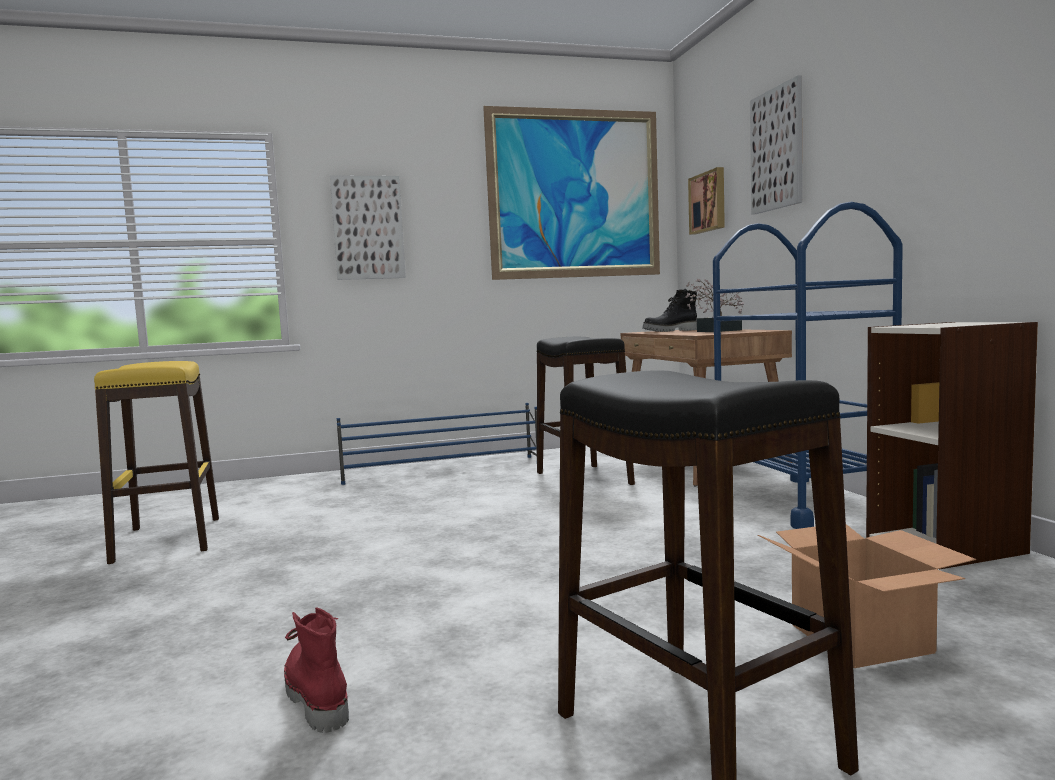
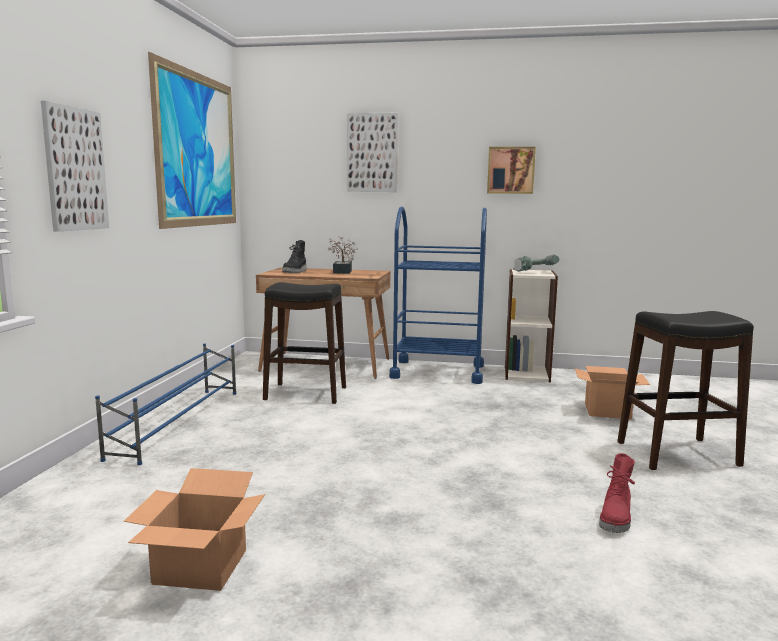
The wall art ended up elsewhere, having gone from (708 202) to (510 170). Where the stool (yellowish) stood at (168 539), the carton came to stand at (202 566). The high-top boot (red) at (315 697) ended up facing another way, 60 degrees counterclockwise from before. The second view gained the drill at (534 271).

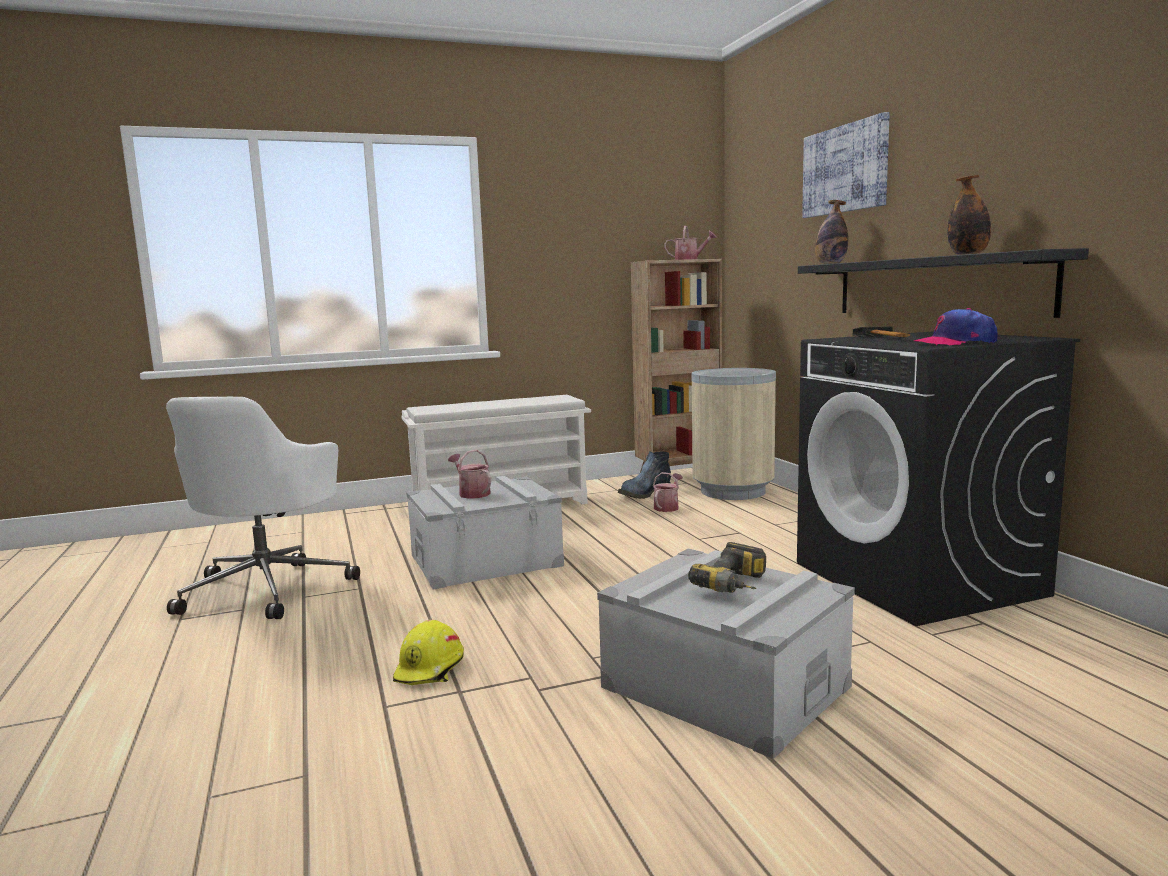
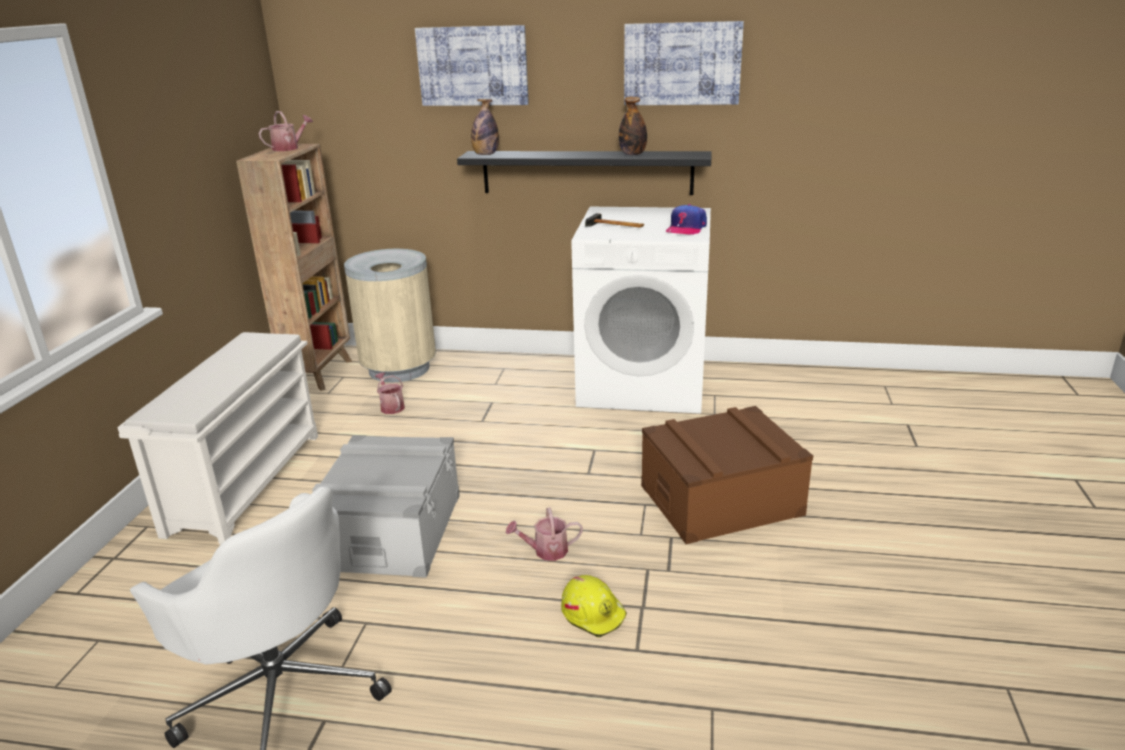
What was the washing machine (black-coloured) at (918 579) turned into the washing machine (white) at (643 384). The sprinkling can ended up elsewhere, having gone from (472 493) to (546 551). The second view lost the high-top boot at (644 494). The second view lost the drill at (737 586). What was the storage bin (grey) at (724 687) turned into the storage bin (brownish) at (720 500). The second view gained the wall art at (682 64).

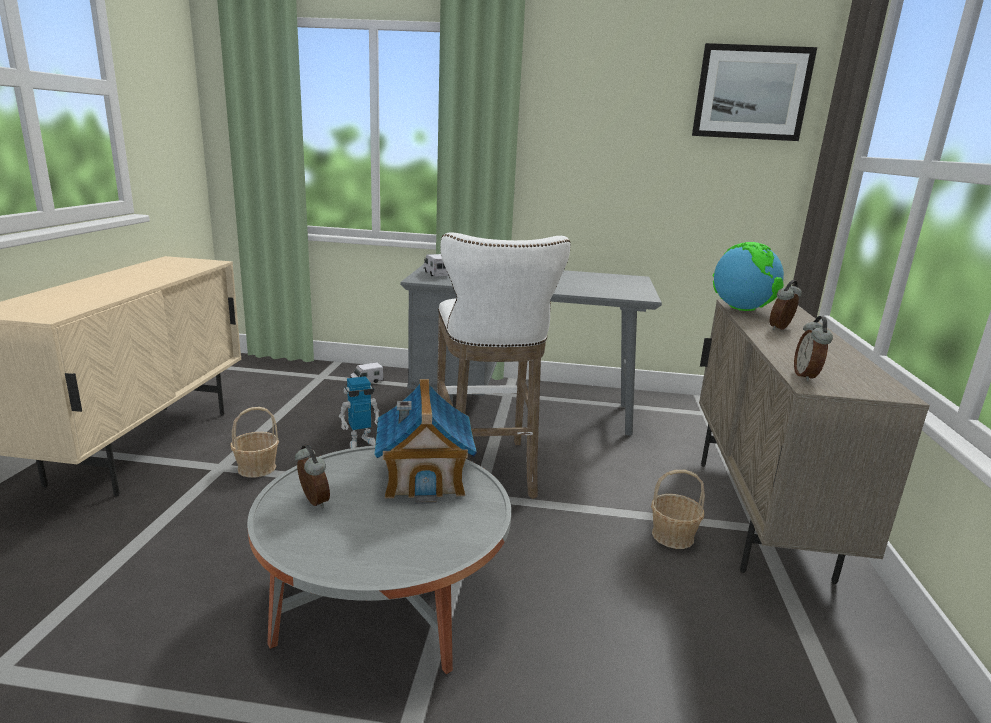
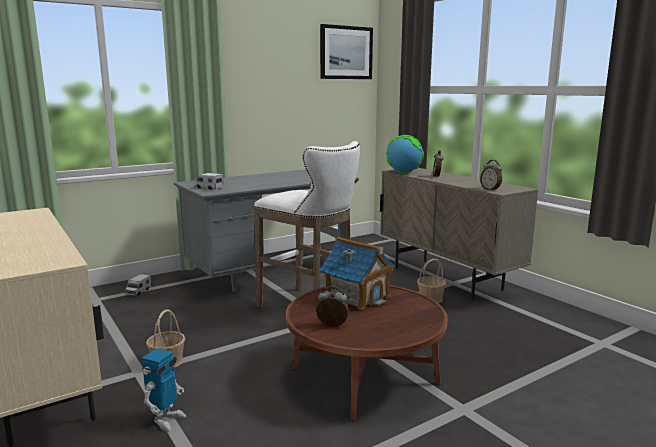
The robot figure ended up elsewhere, having gone from (361 441) to (166 420). What was the low table (grey) at (384 597) turned into the low table (brownish) at (364 376).

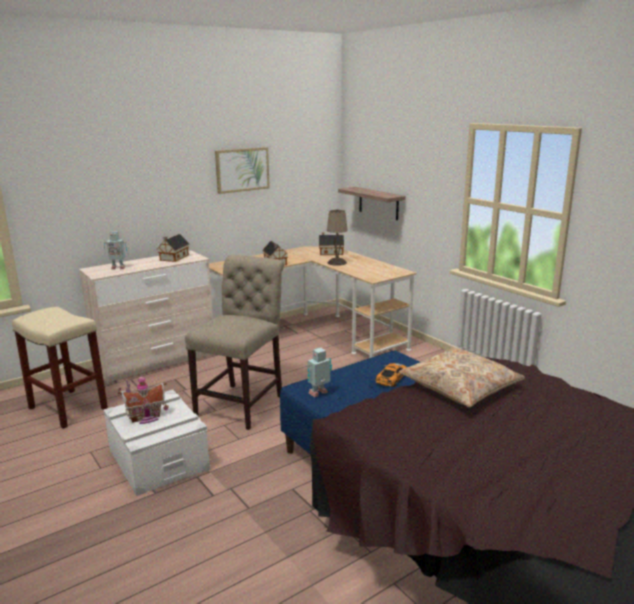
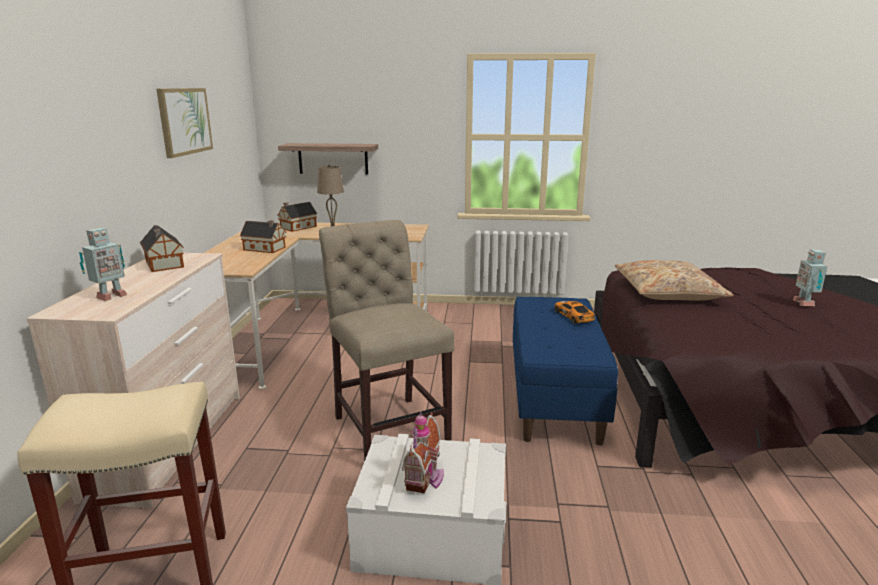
The robot figure ended up elsewhere, having gone from (319 393) to (805 303).

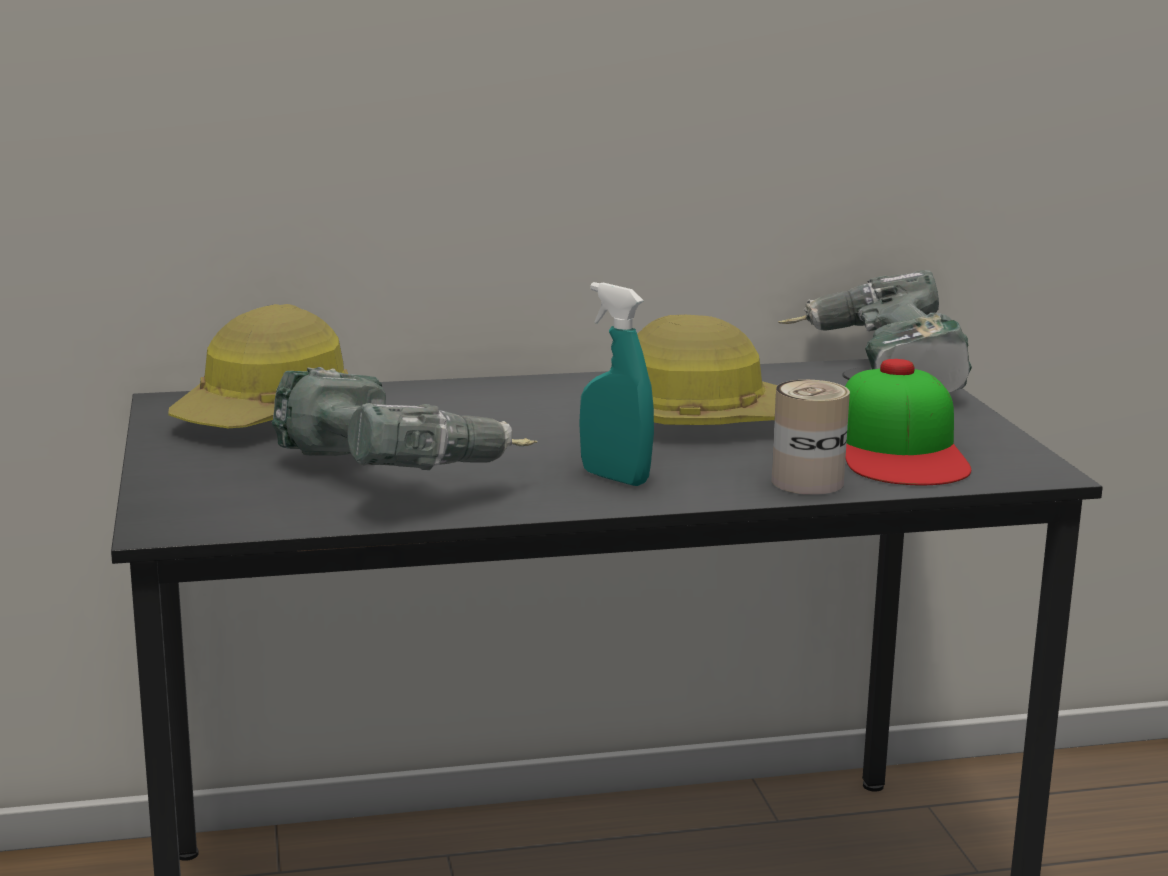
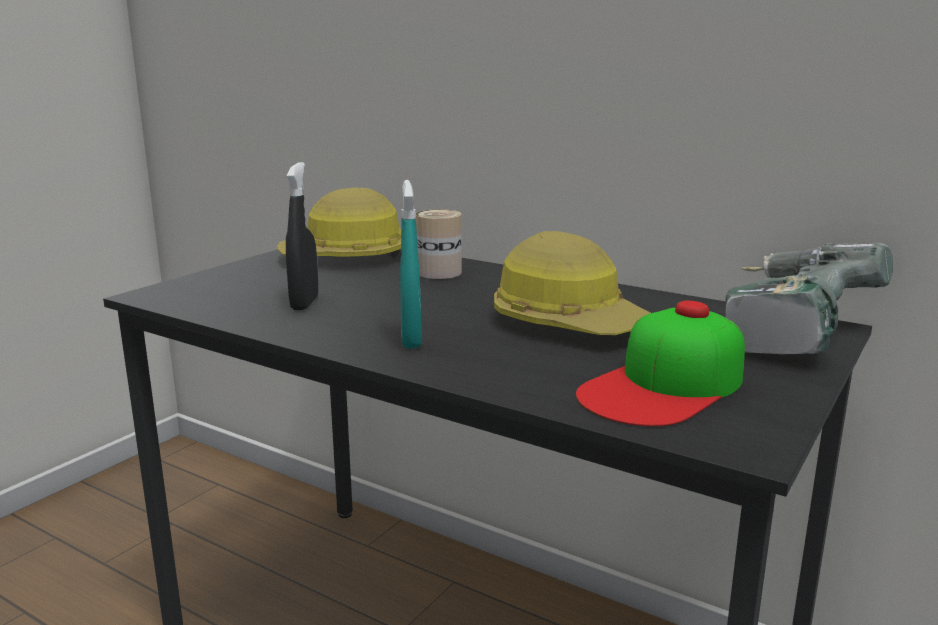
Where the drill stood at (396 478), the sprayer (black-coloured) came to stand at (304 303). The can ended up elsewhere, having gone from (807 482) to (439 272).

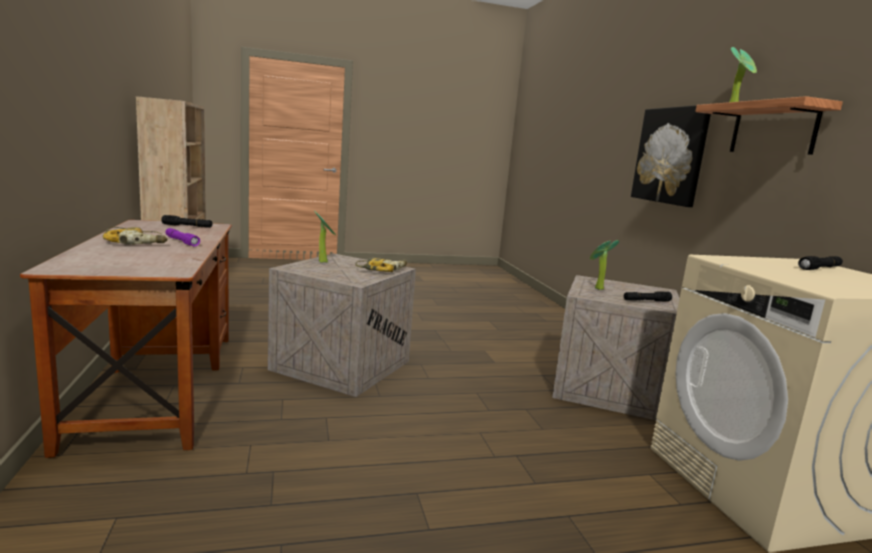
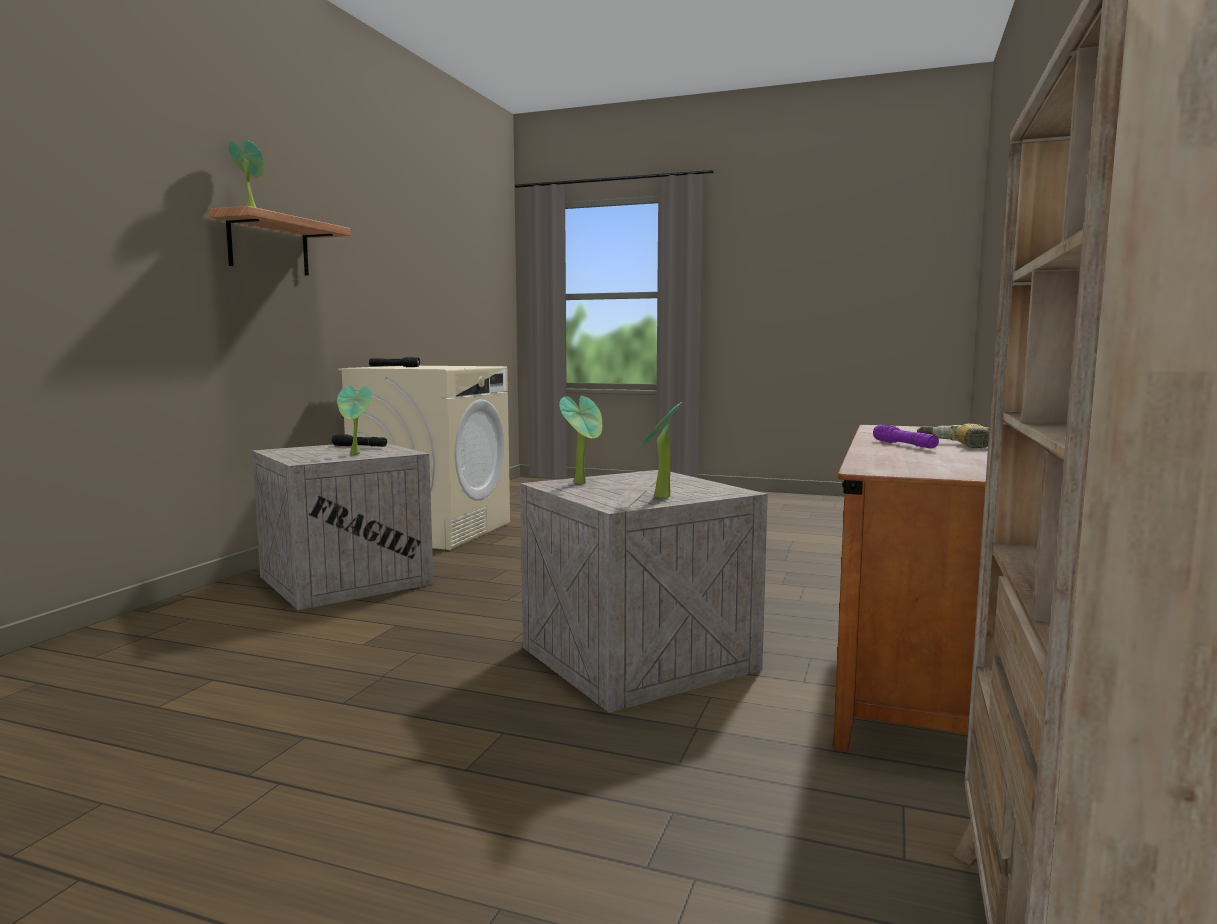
The second view lost the wall art at (670 155). The second view lost the torch (black-coloured) at (187 226). Where the drill stood at (382 270), the plant in a pot came to stand at (583 483).

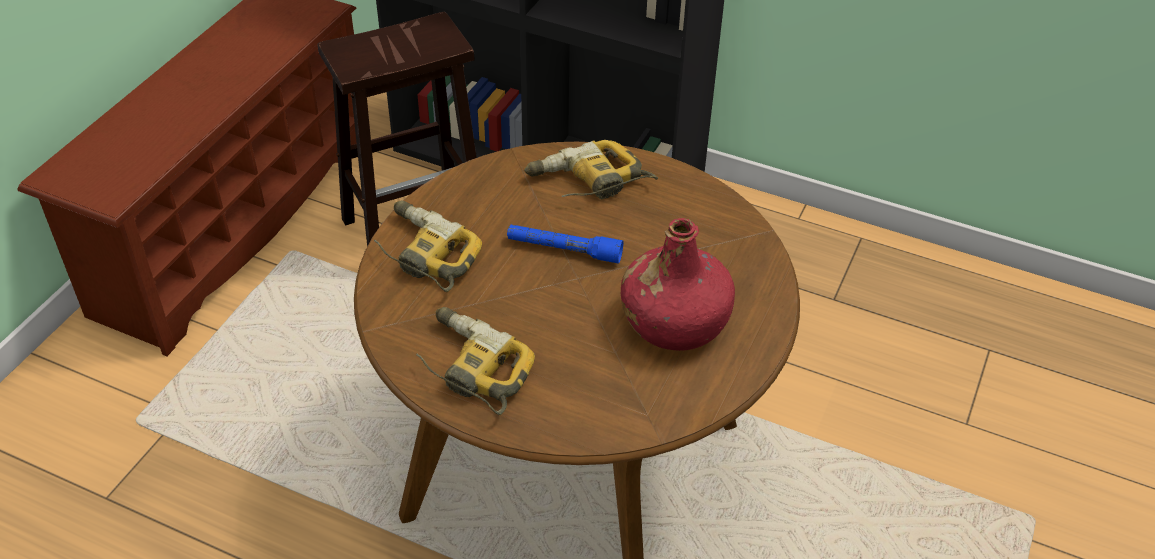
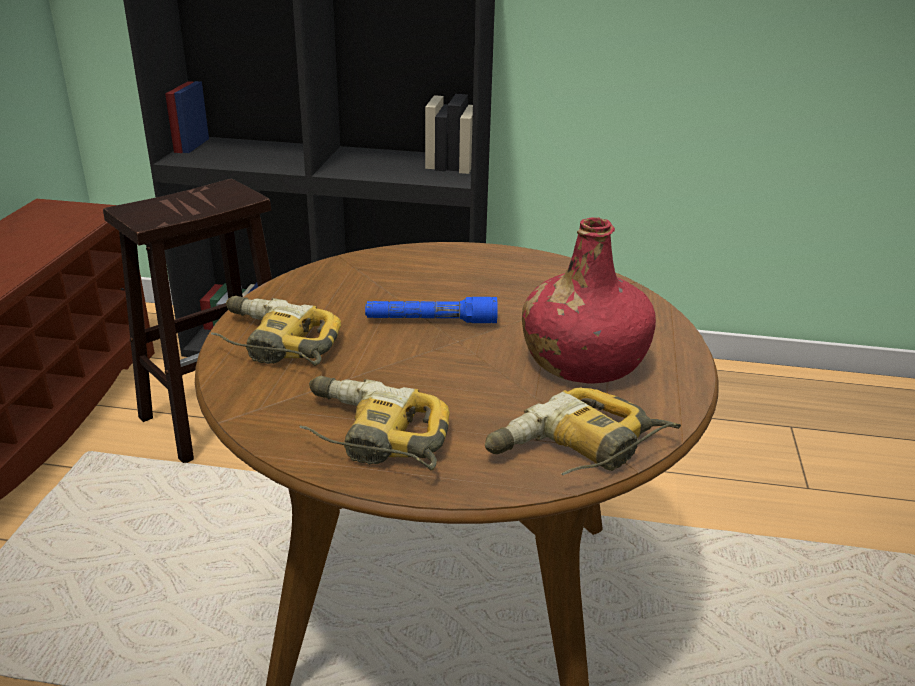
The drill ended up elsewhere, having gone from (589 183) to (578 451).

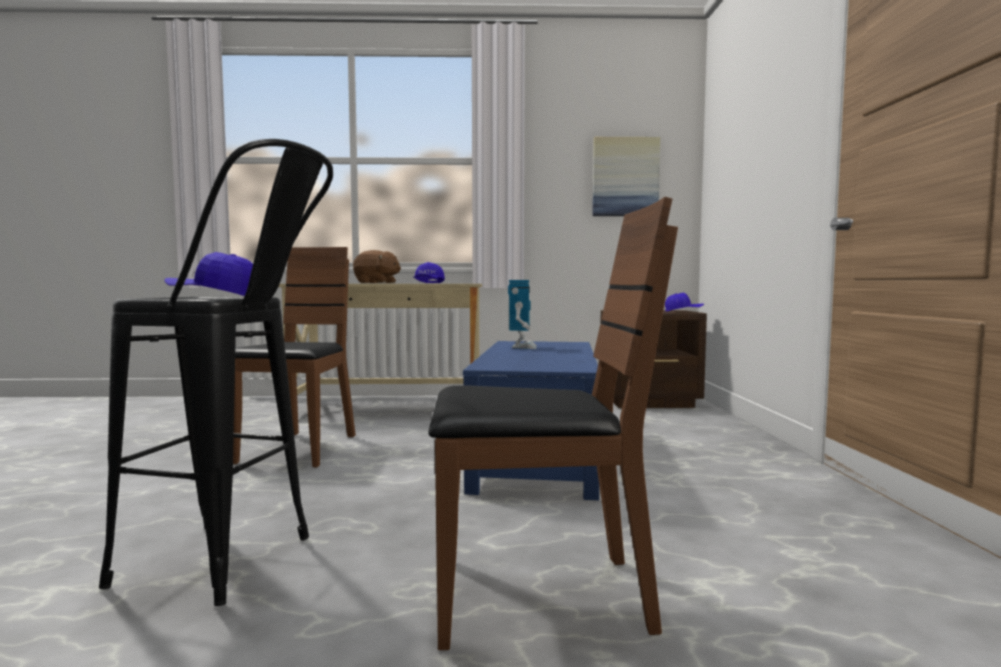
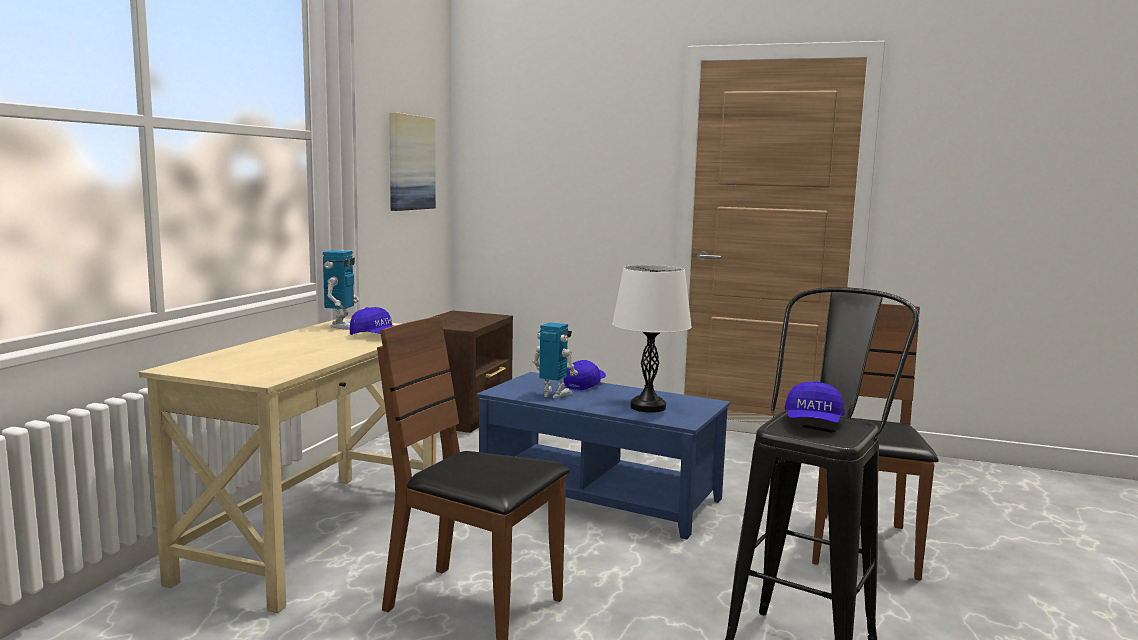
The second view lost the soft toy (brownish) at (377 283). The peaked cap (blue-coloured) ended up elsewhere, having gone from (683 311) to (585 384). The second view gained the robot figure at (343 326). The second view gained the tabletop lamp (white) at (648 407).

